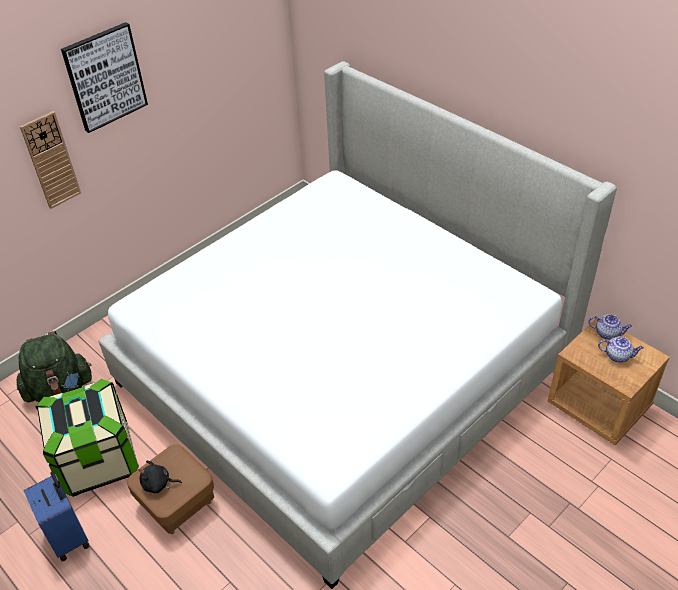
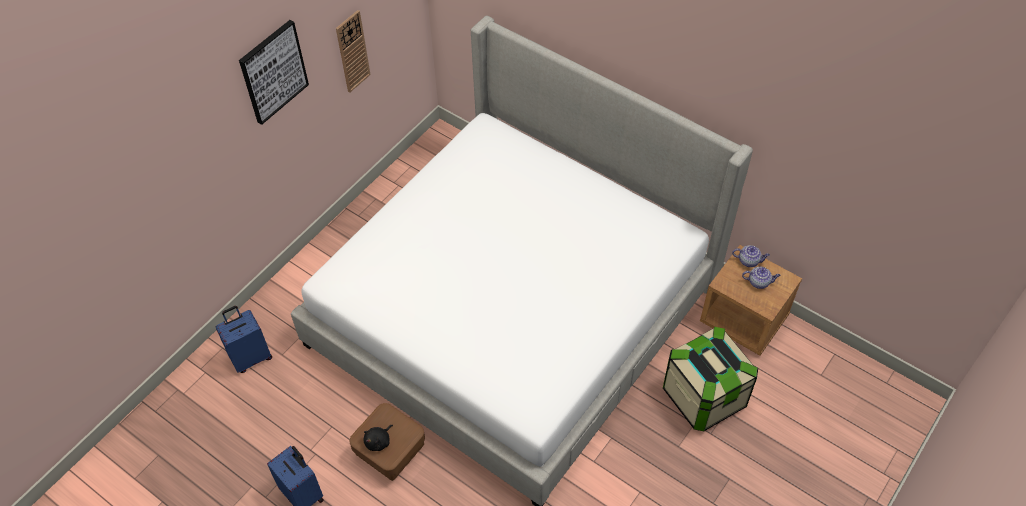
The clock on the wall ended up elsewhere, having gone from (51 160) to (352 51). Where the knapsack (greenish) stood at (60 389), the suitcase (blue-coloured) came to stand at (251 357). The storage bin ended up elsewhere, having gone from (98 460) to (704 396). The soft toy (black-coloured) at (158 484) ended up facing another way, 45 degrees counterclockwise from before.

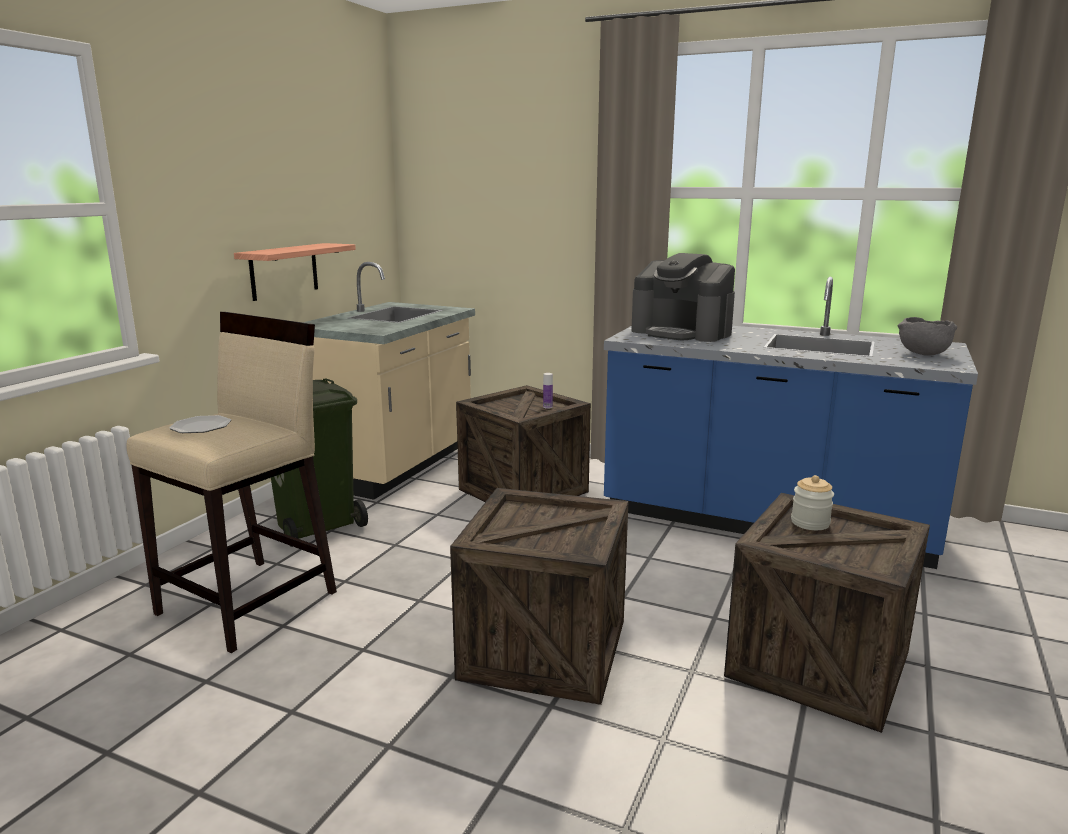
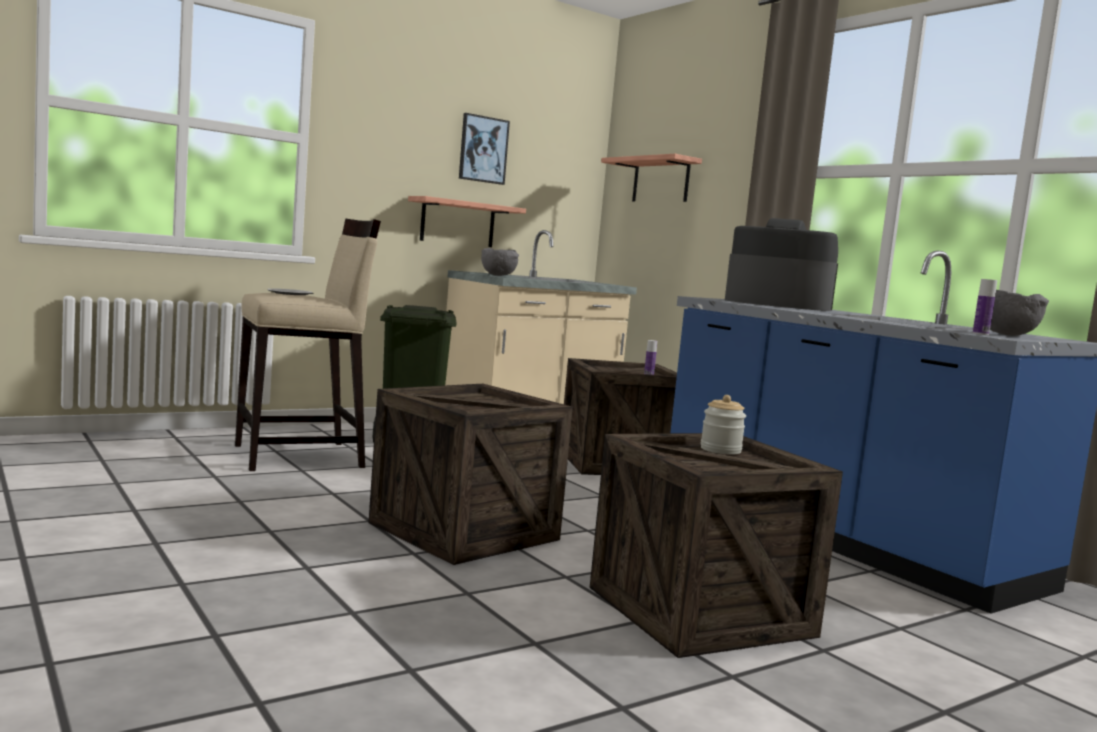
The coffee machine at (682 332) ended up facing another way, 135 degrees clockwise from before. The second view gained the wall art at (483 149). The second view gained the bracket shelf at (661 181). The second view gained the bowl (grey) at (499 275). The second view gained the drink bottle at (980 334).

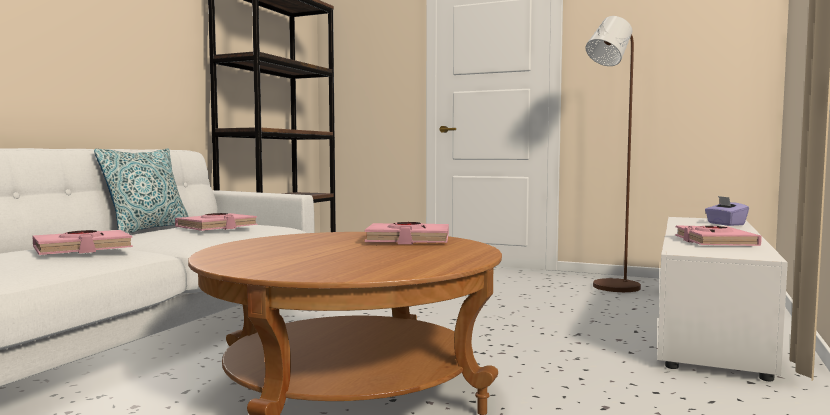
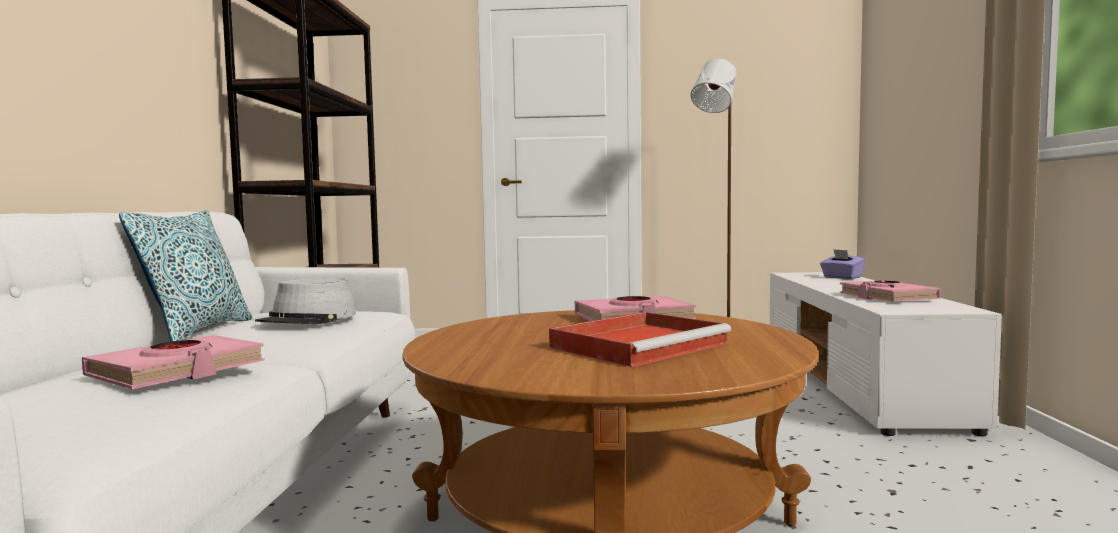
Where the volume (pinkish) stood at (217 227), the wearable hat (grey) came to stand at (308 319). The second view gained the serving tray (red) at (640 345).

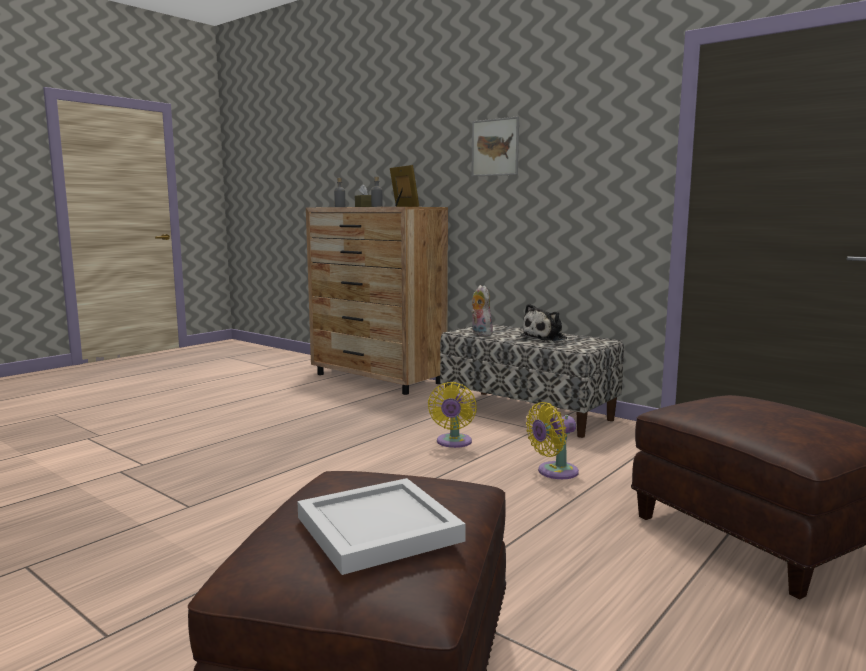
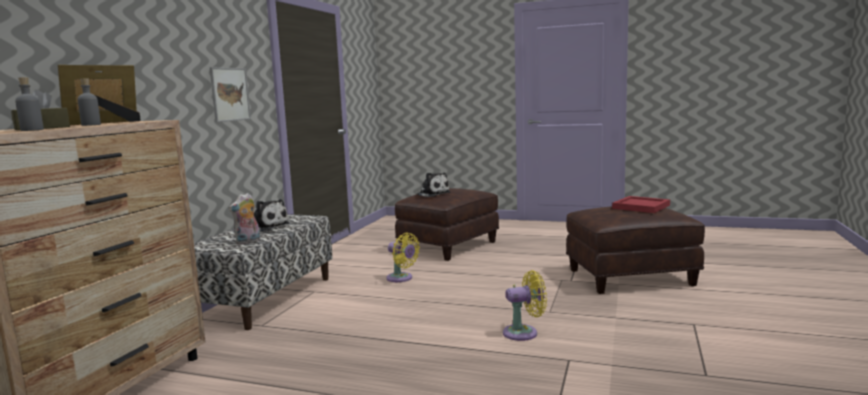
The wall art ended up elsewhere, having gone from (495 147) to (230 94). The electric fan (yellowish) ended up elsewhere, having gone from (453 443) to (524 333). What was the serving tray (white) at (375 528) turned into the serving tray (red) at (641 207). The second view gained the soft toy at (432 194).

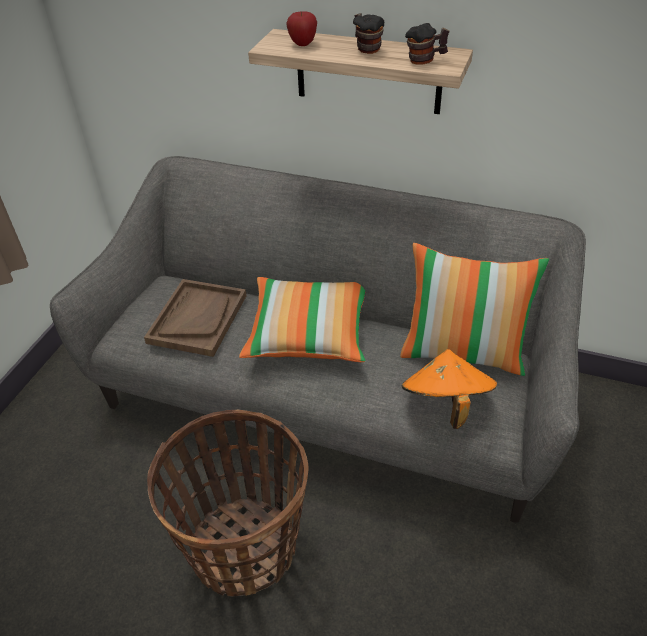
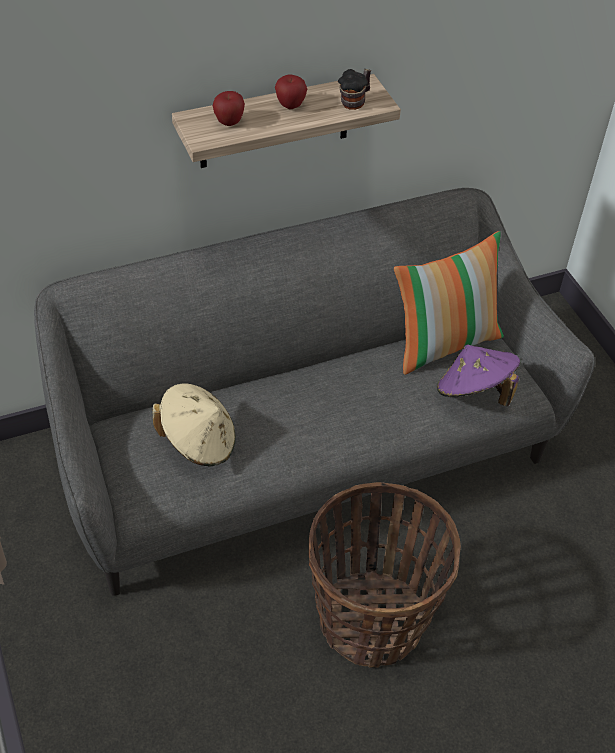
Where the tea mug stood at (366 48), the whole apple came to stand at (290 105). The second view lost the throw pillow at (309 332). Where the serving tray (brownish) stood at (197 318), the wearable hat (beige-coloured) came to stand at (198 442). What was the wearable hat (orangey) at (445 404) turned into the wearable hat (purple) at (474 392).

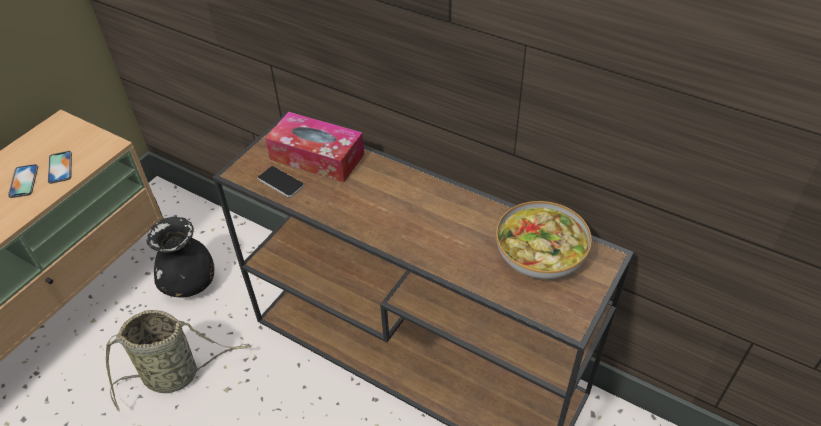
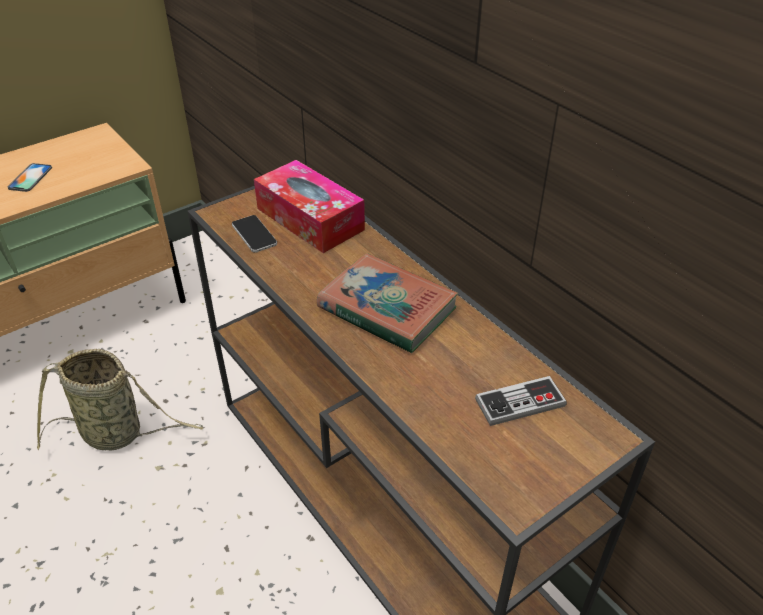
The second view lost the phone at (60 167). Where the bowl stood at (540 253), the joypad came to stand at (520 403). The second view lost the vase (black-coloured) at (190 283). The second view gained the volume at (387 308).

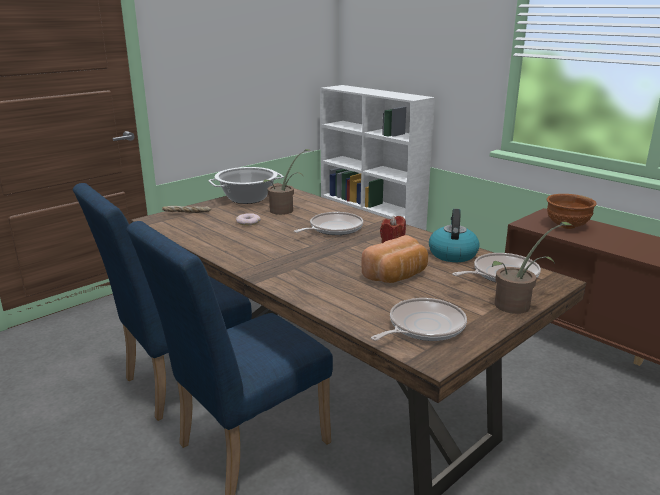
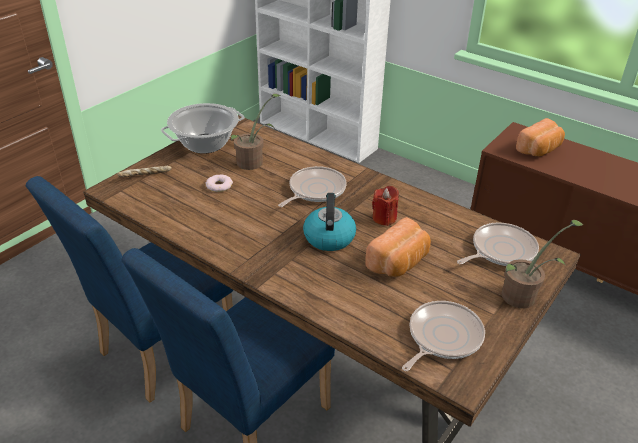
Where the bowl (brownish) stood at (566 226), the bakery bread came to stand at (539 150). The kettle ended up elsewhere, having gone from (452 254) to (329 237).

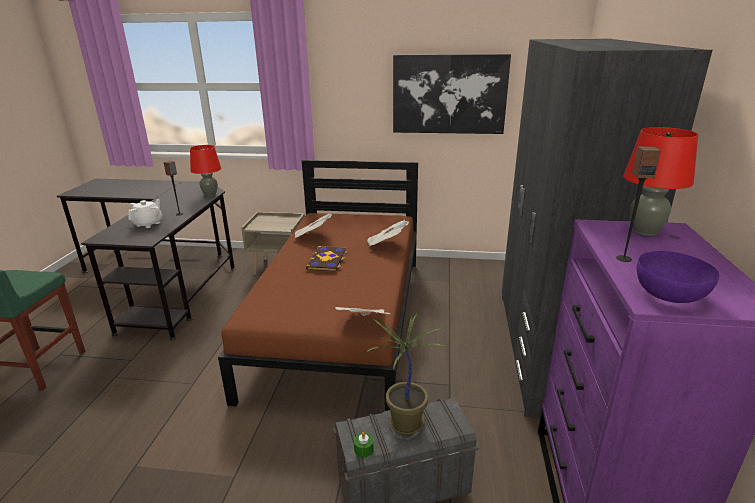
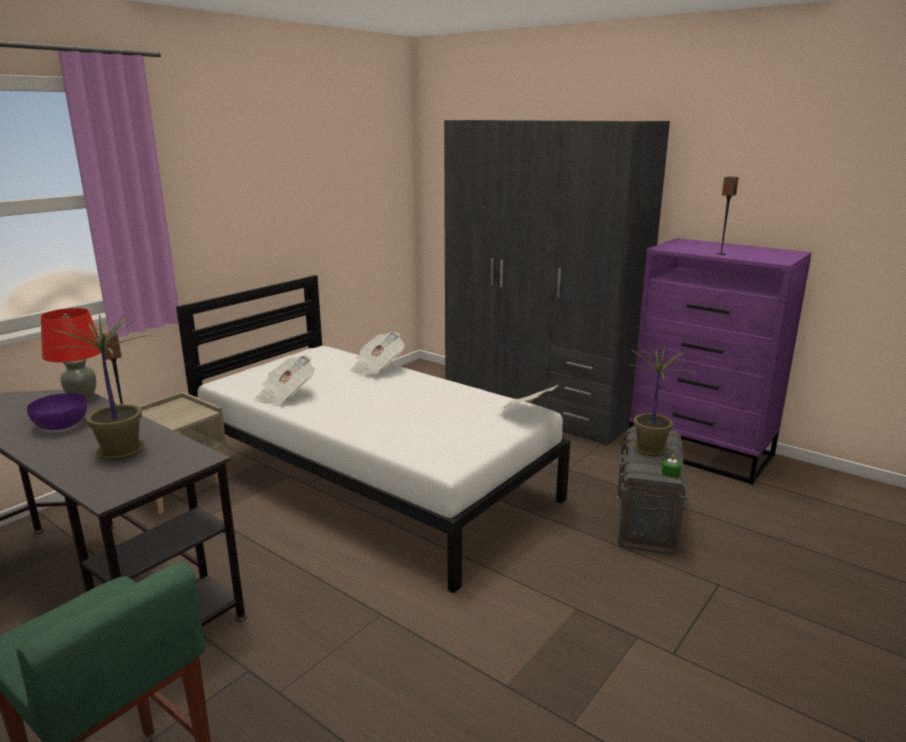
The second view lost the wall art at (449 94). The second view lost the tabletop lamp (red) at (644 231). What was the bedroom bed (brownish) at (342 320) turned into the bedroom bed (white) at (374 480). Where the teapot (white) stood at (148 224), the plant in a pot came to stand at (122 452). The second view lost the volume at (327 260). The bowl (purple) ended up elsewhere, having gone from (670 294) to (62 424).

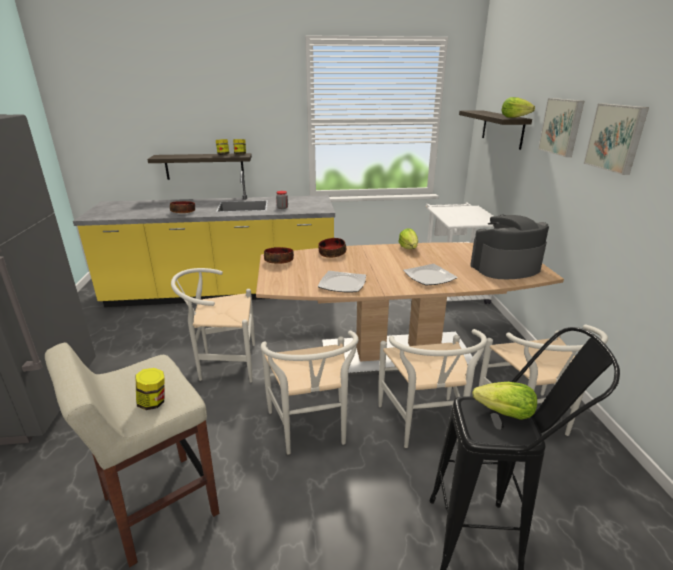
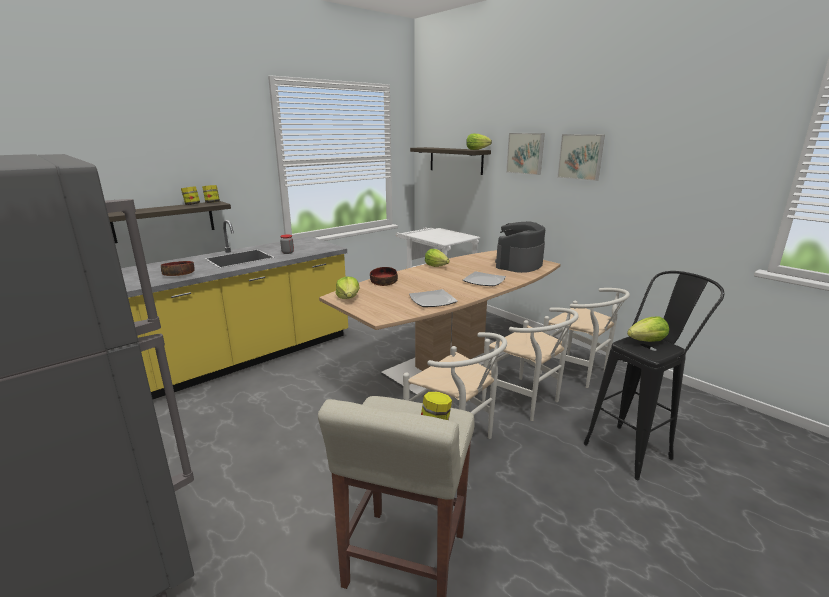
Where the bowl stood at (279 261), the lettuce head came to stand at (348 298). The second view lost the chair (white) at (223 364).

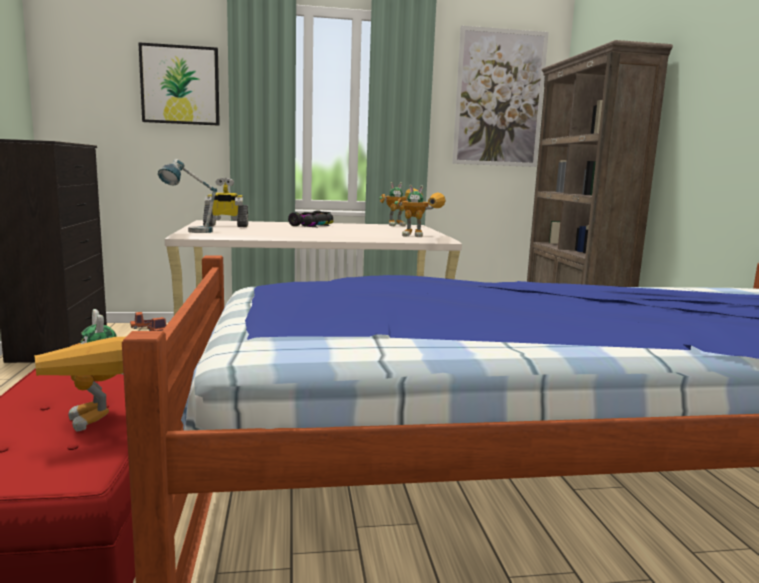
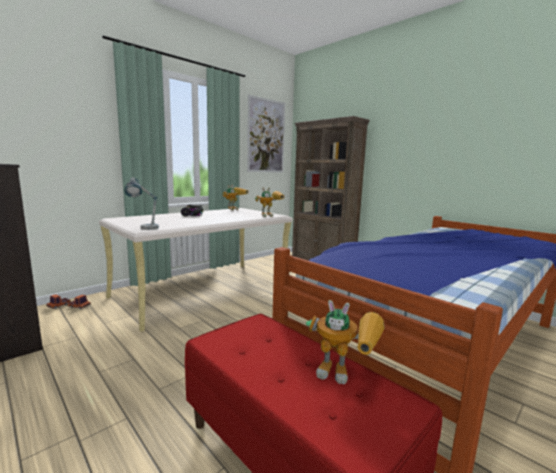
The second view lost the wall art at (180 85). The second view lost the robot figure at (225 226).

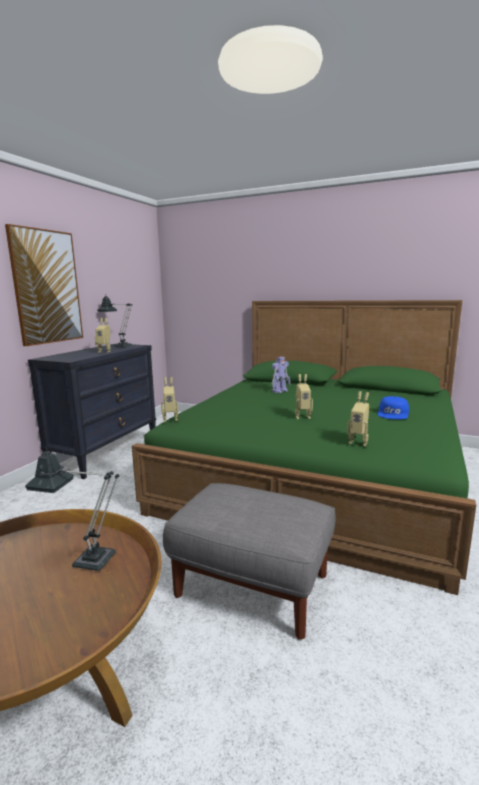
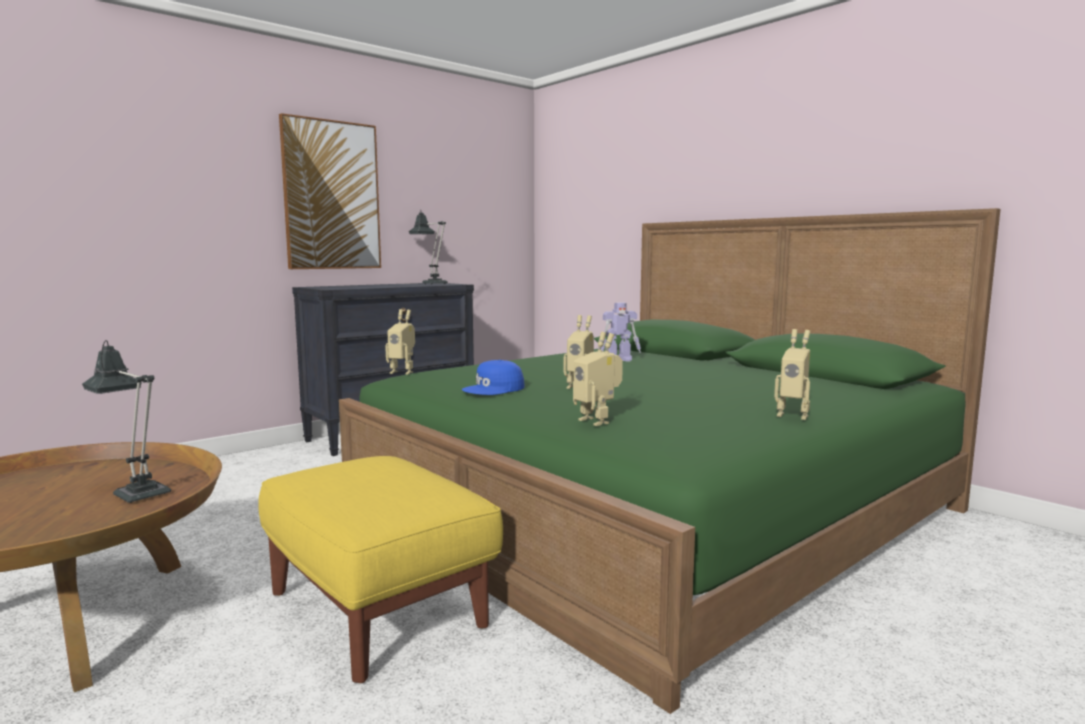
The robot figure ended up elsewhere, having gone from (105 351) to (793 415). The peaked cap (blue-coloured) ended up elsewhere, having gone from (393 414) to (494 389). What was the footrest (grey) at (253 586) turned into the footrest (yellowish) at (378 610).

